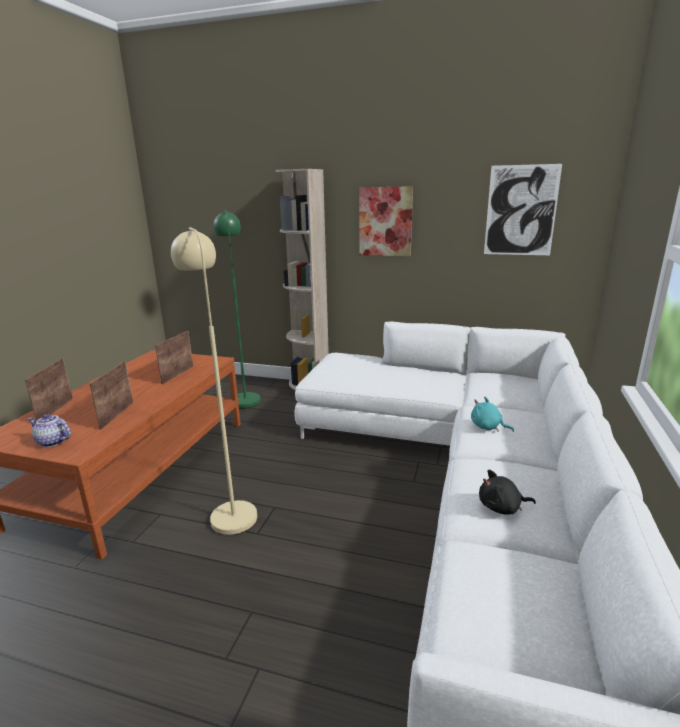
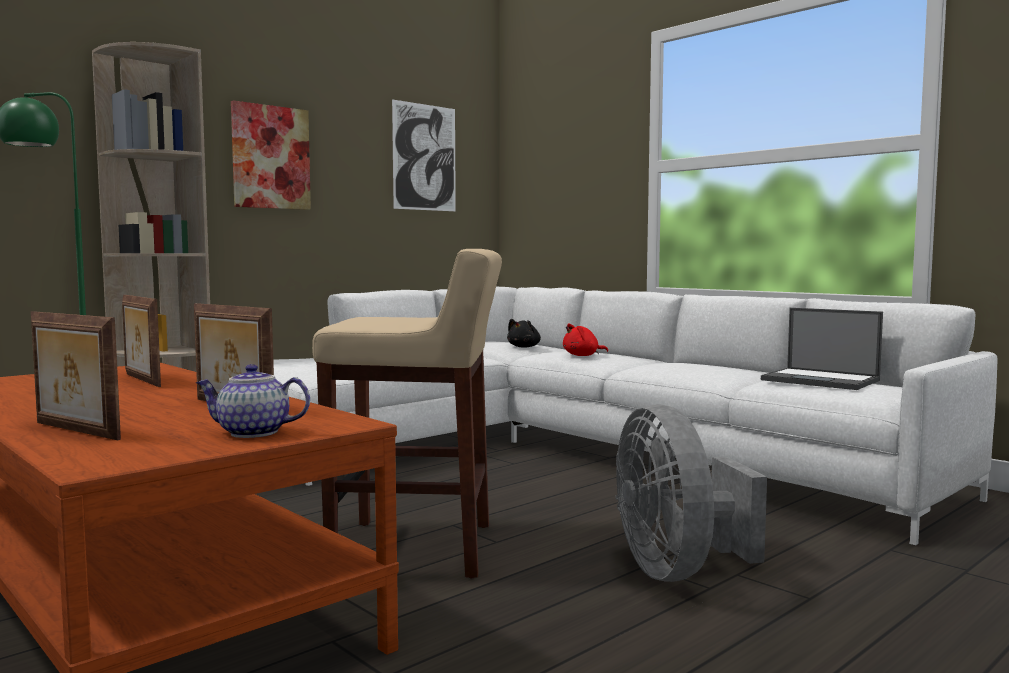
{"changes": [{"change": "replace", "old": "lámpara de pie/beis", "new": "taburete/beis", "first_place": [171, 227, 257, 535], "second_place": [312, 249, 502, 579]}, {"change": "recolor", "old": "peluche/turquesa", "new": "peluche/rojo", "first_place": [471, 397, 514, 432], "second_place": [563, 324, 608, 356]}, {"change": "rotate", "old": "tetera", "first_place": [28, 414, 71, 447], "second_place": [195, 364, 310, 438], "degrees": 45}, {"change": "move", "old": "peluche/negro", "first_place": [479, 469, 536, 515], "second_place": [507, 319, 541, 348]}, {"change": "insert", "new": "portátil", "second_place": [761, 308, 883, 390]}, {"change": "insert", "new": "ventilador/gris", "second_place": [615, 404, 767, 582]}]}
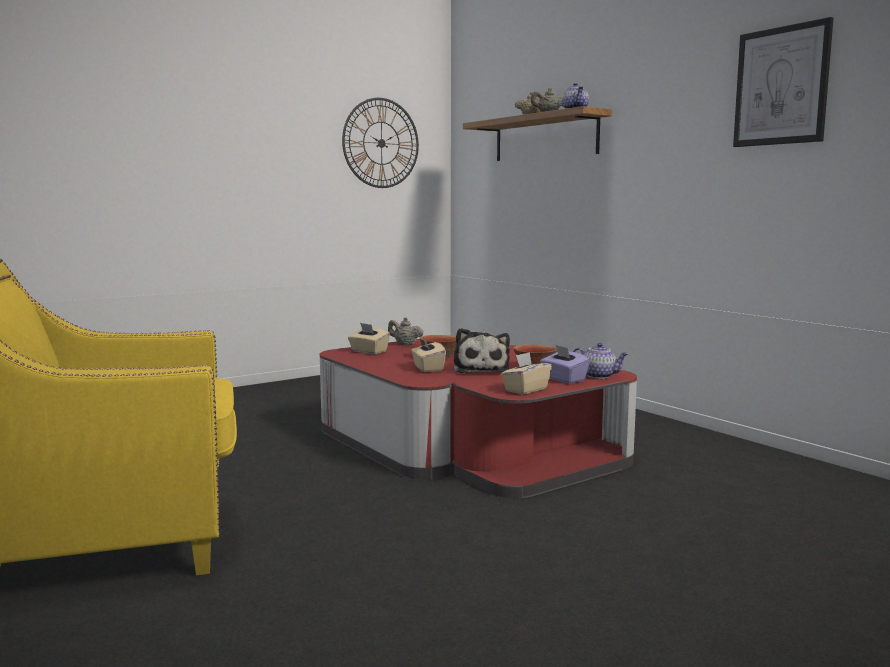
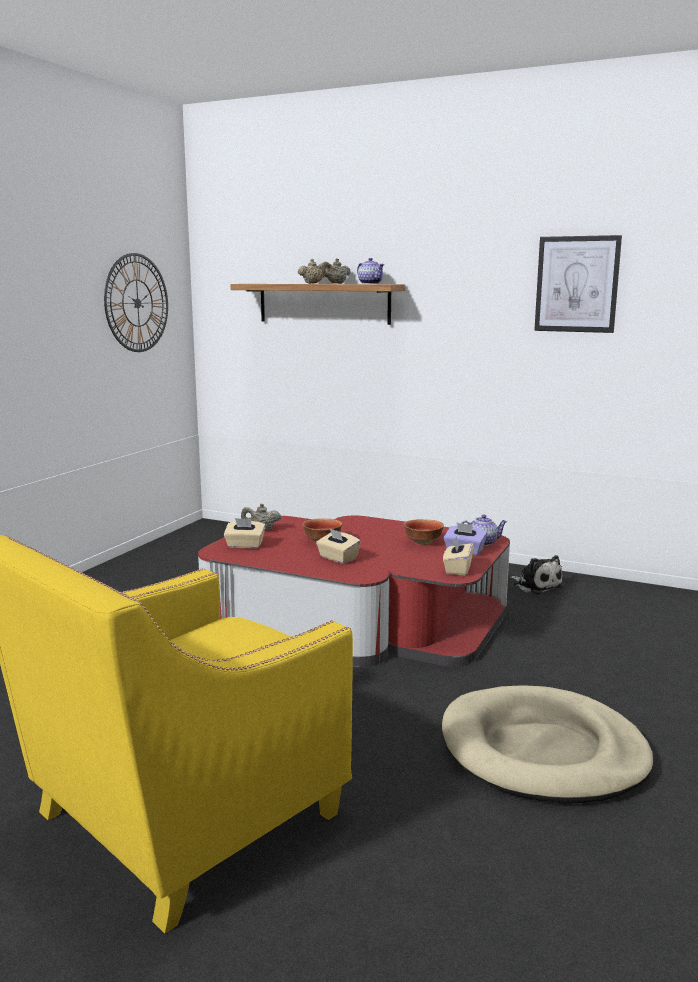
{"changes": [{"change": "move", "old": "peluche", "first_place": [454, 328, 510, 373], "second_place": [510, 555, 564, 594]}, {"change": "insert", "new": "cama para perro/beis", "second_place": [442, 685, 654, 803]}]}
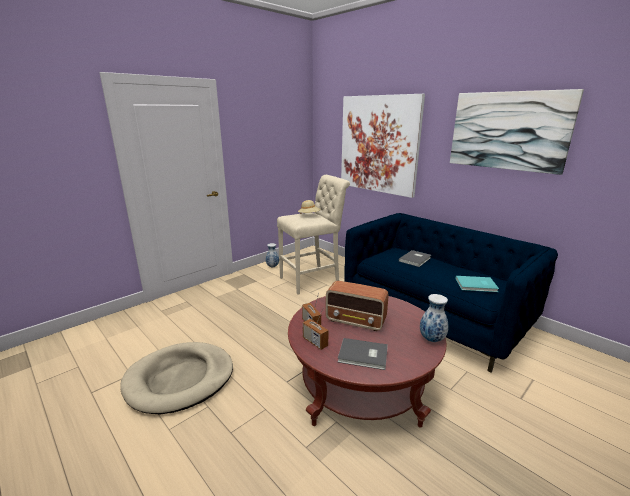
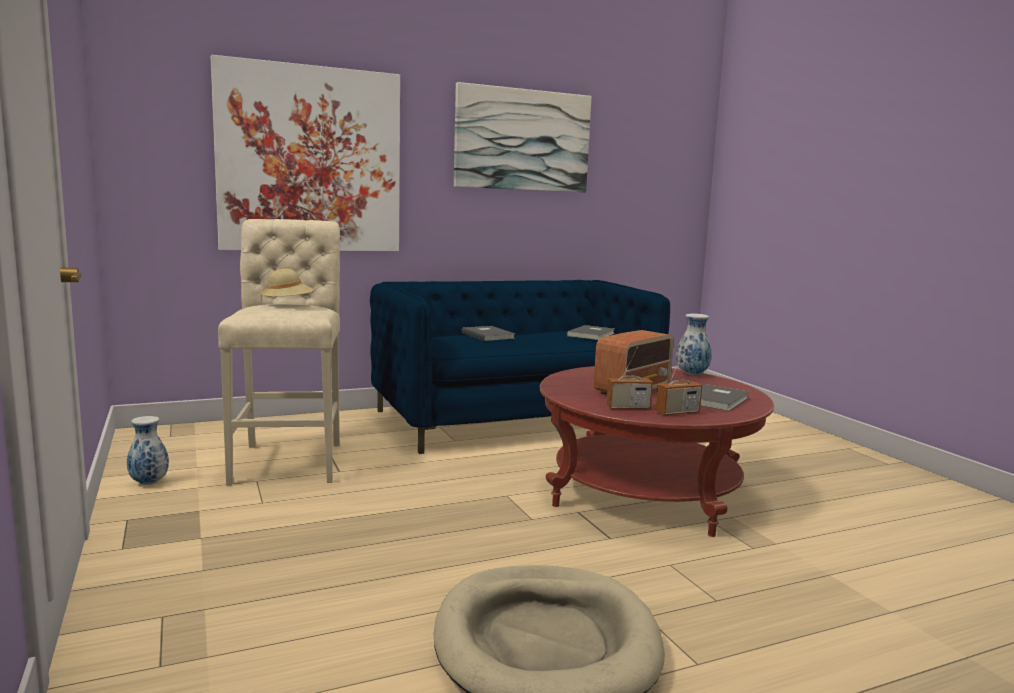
{"changes": [{"change": "recolor", "old": "libro/turquesa", "new": "libro/gris", "first_place": [456, 276, 499, 292], "second_place": [567, 325, 615, 340]}]}
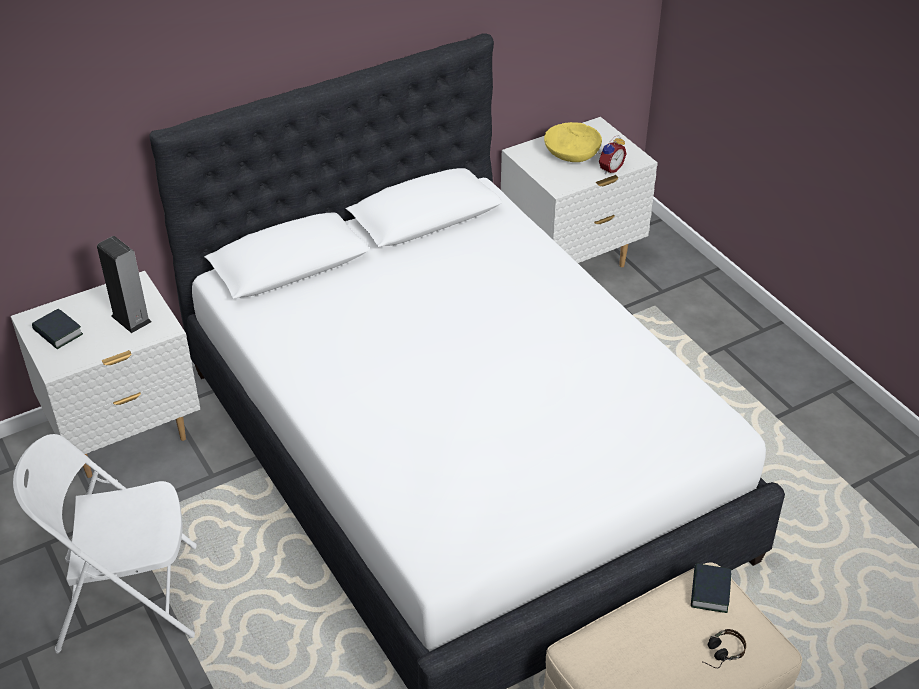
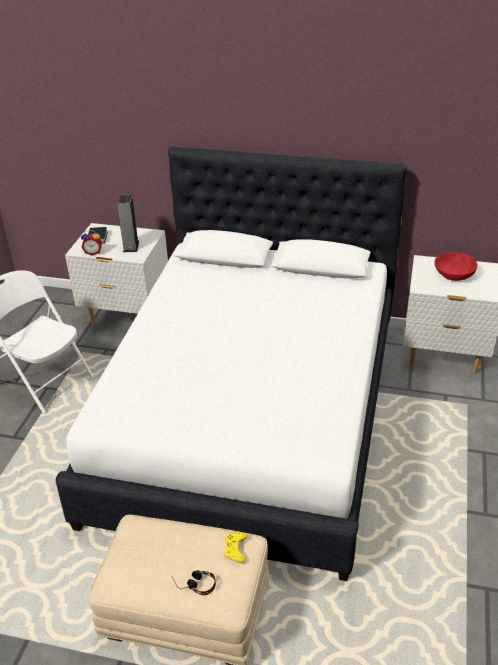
{"changes": [{"change": "recolor", "old": "cuenco/amarillo", "new": "cuenco/rojo", "first_place": [544, 122, 602, 162], "second_place": [434, 252, 478, 281]}, {"change": "move", "old": "despertador", "first_place": [599, 135, 627, 174], "second_place": [81, 230, 102, 255]}, {"change": "replace", "old": "libro", "new": "mando de consola/amarillo", "first_place": [691, 563, 731, 613], "second_place": [224, 532, 247, 563]}]}
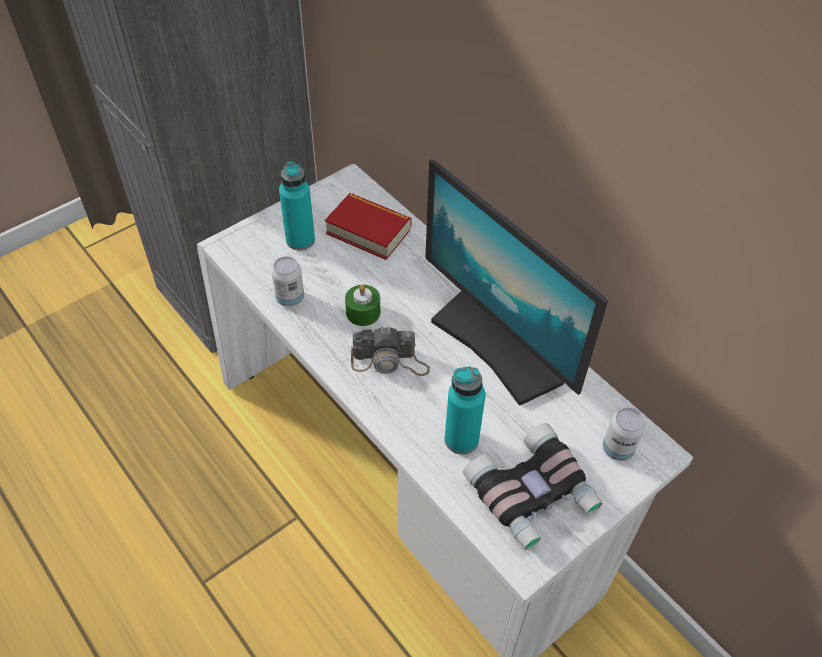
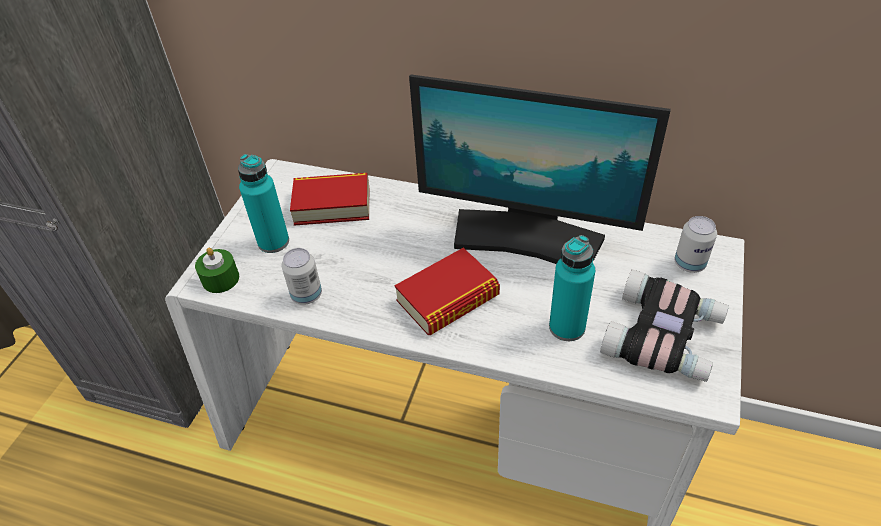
{"changes": [{"change": "move", "old": "vela/verde", "first_place": [345, 285, 380, 326], "second_place": [195, 248, 239, 293]}, {"change": "replace", "old": "cámara", "new": "libro", "first_place": [351, 326, 430, 376], "second_place": [394, 248, 500, 335]}]}
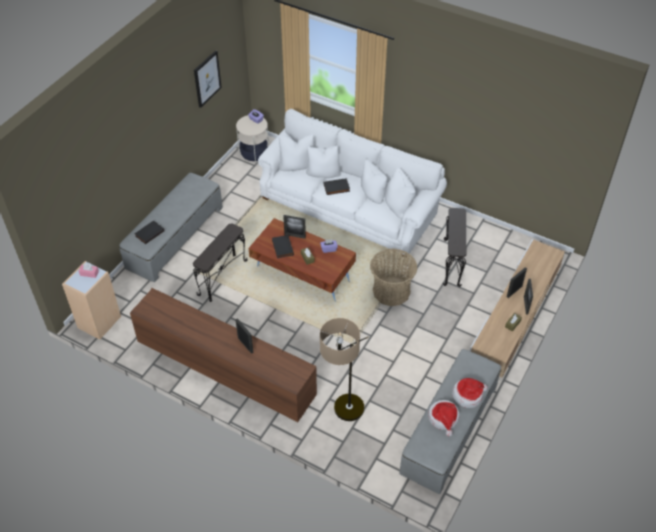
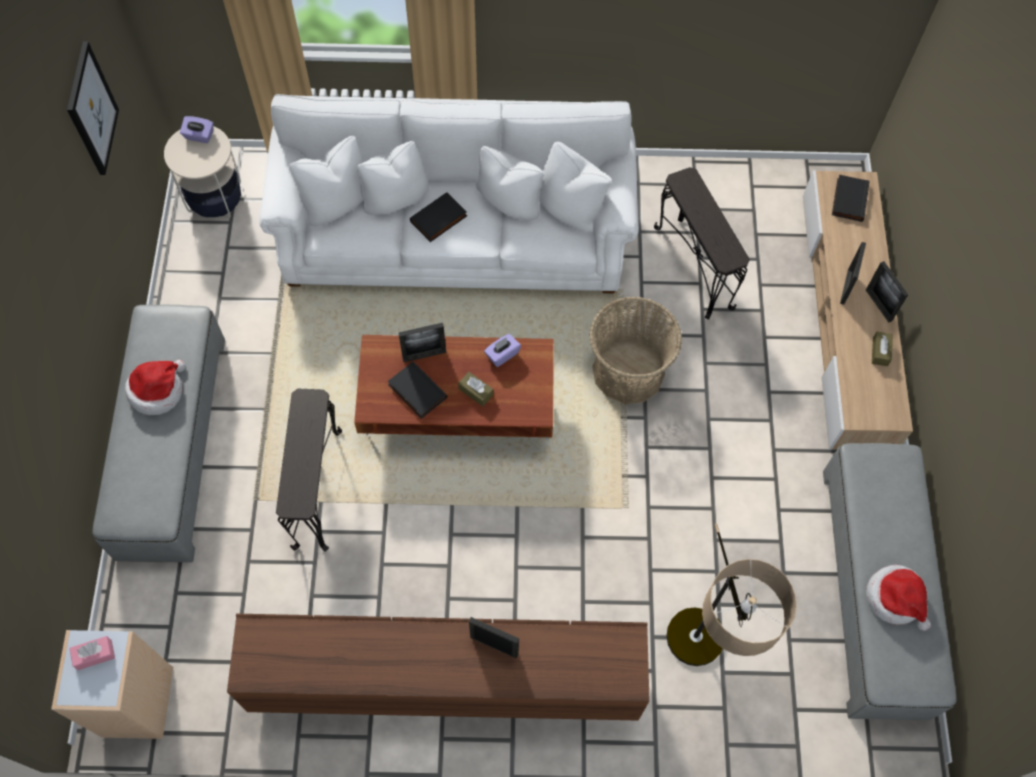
{"changes": [{"change": "move", "old": "libro/negro", "first_place": [134, 220, 165, 244], "second_place": [832, 175, 869, 222]}, {"change": "move", "old": "sombrero", "first_place": [452, 378, 488, 408], "second_place": [125, 360, 186, 415]}]}
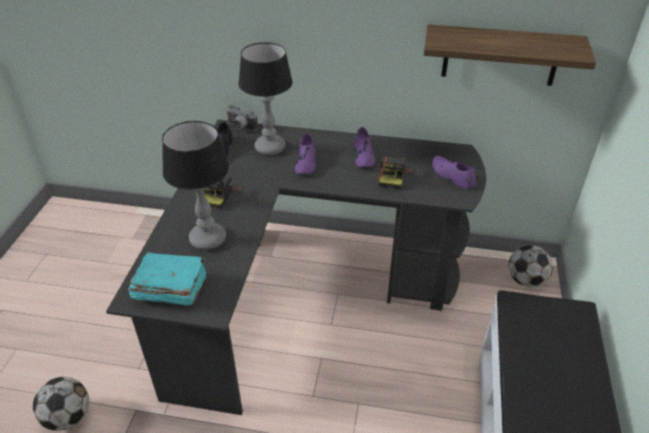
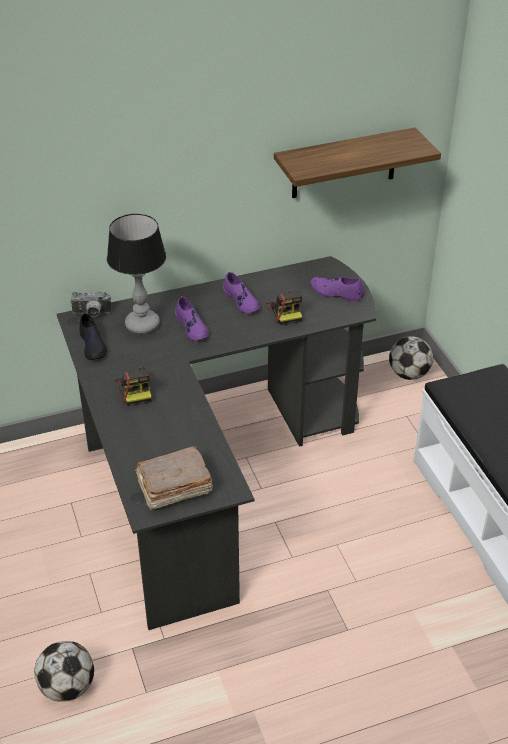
{"changes": [{"change": "delete", "old": "lámpara de mesa", "first_place": [162, 121, 229, 250]}, {"change": "recolor", "old": "libro/turquesa", "new": "libro/marrón", "first_place": [128, 252, 206, 306], "second_place": [135, 446, 213, 510]}]}
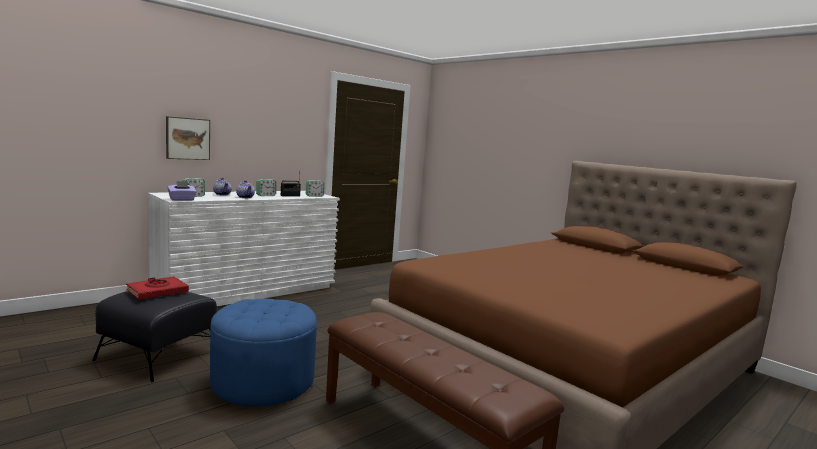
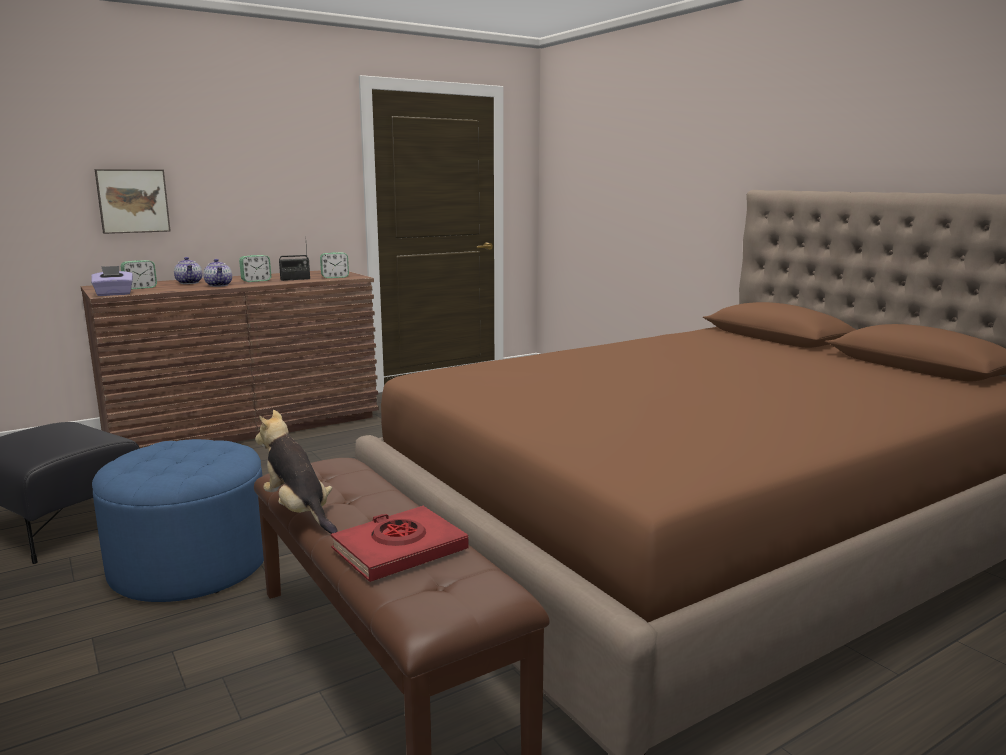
{"changes": [{"change": "recolor", "old": "cómoda/blanco", "new": "cómoda/marrón", "first_place": [148, 191, 340, 306], "second_place": [81, 270, 379, 448]}, {"change": "move", "old": "libro/rojo", "first_place": [126, 276, 189, 300], "second_place": [331, 506, 468, 582]}, {"change": "insert", "new": "peluche", "second_place": [255, 410, 337, 534]}]}
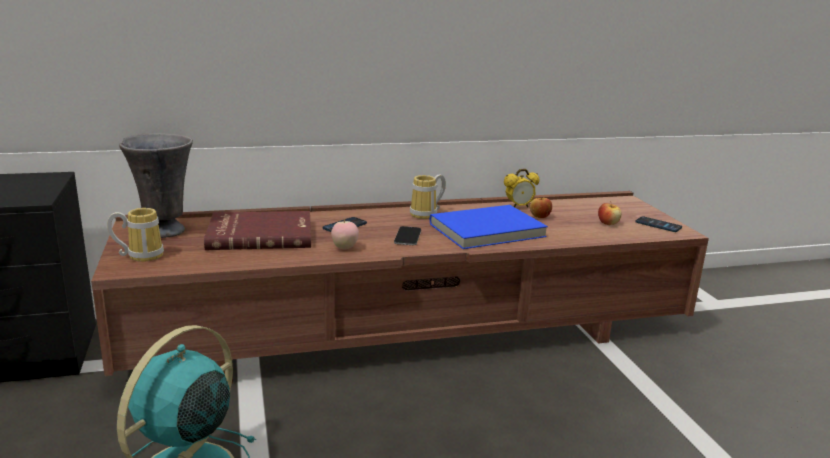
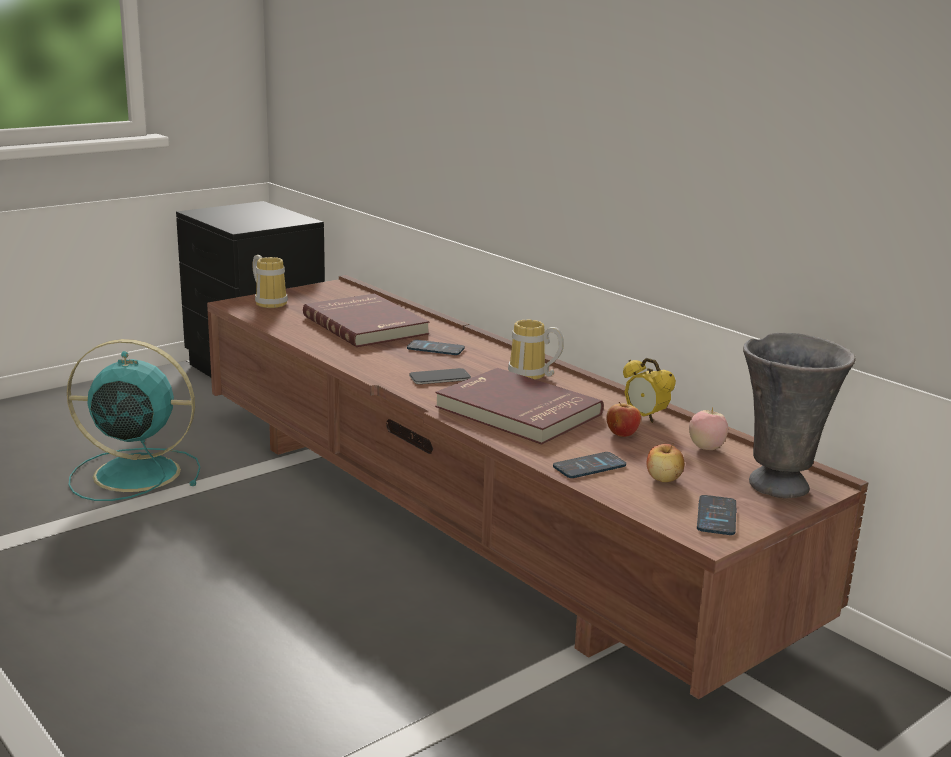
{"changes": [{"change": "move", "old": "florero/gris", "first_place": [119, 133, 193, 238], "second_place": [743, 333, 855, 498]}, {"change": "recolor", "old": "libro/azul", "new": "libro/rojo", "first_place": [430, 205, 548, 249], "second_place": [435, 368, 603, 445]}, {"change": "move", "old": "manzana", "first_place": [331, 219, 359, 249], "second_place": [689, 407, 728, 450]}, {"change": "insert", "new": "móvil", "second_place": [553, 452, 626, 478]}]}
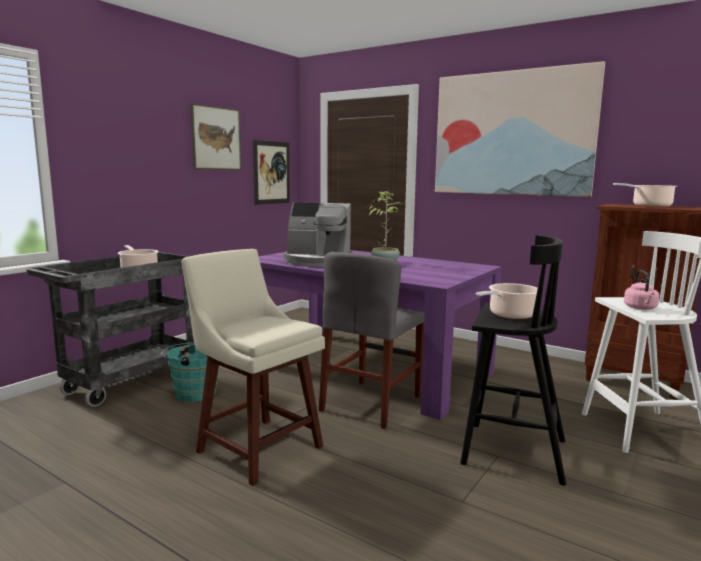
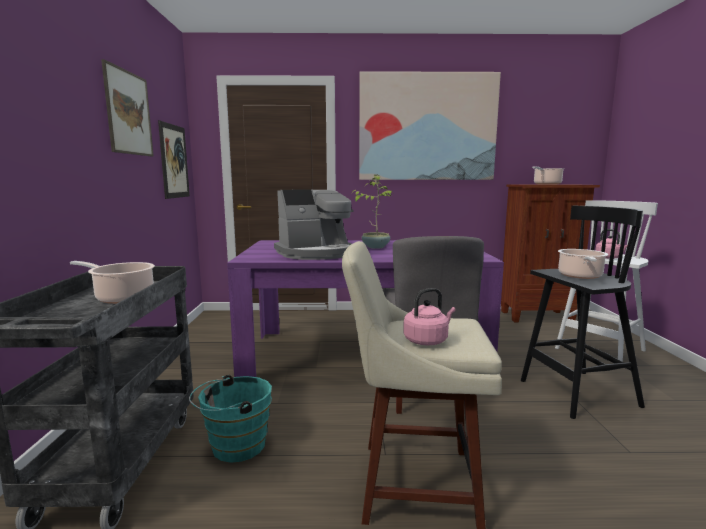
{"changes": [{"change": "insert", "new": "hervidor/rosa", "second_place": [403, 288, 456, 345]}]}
